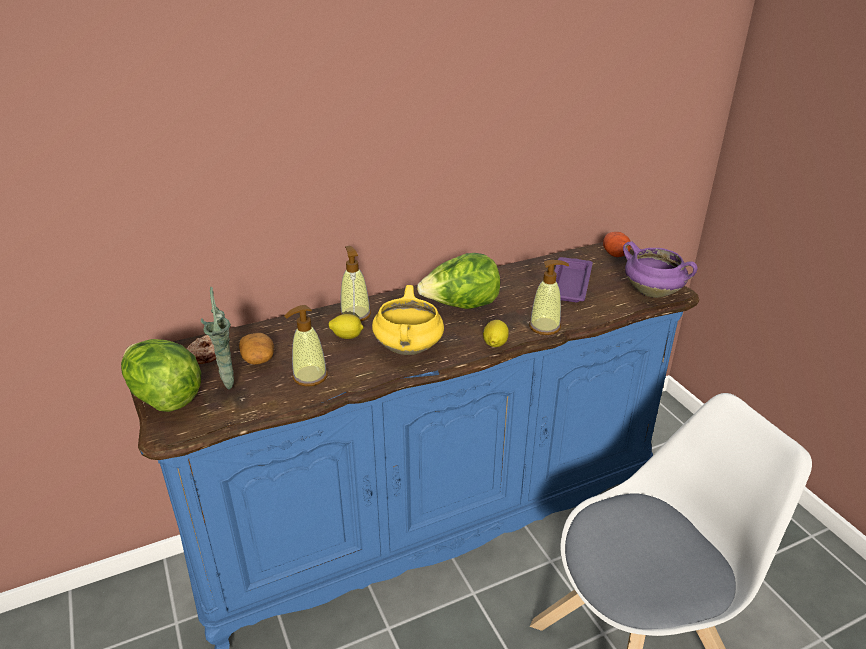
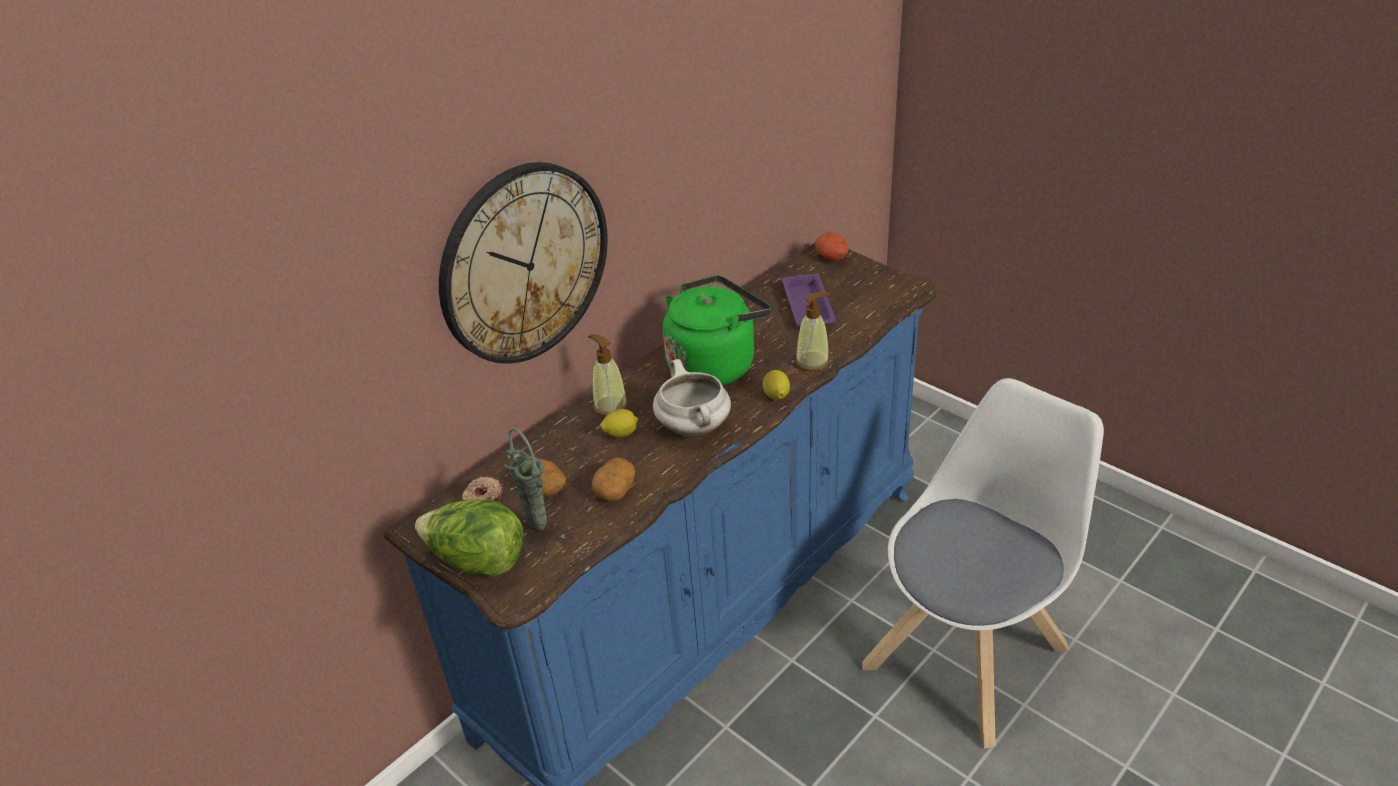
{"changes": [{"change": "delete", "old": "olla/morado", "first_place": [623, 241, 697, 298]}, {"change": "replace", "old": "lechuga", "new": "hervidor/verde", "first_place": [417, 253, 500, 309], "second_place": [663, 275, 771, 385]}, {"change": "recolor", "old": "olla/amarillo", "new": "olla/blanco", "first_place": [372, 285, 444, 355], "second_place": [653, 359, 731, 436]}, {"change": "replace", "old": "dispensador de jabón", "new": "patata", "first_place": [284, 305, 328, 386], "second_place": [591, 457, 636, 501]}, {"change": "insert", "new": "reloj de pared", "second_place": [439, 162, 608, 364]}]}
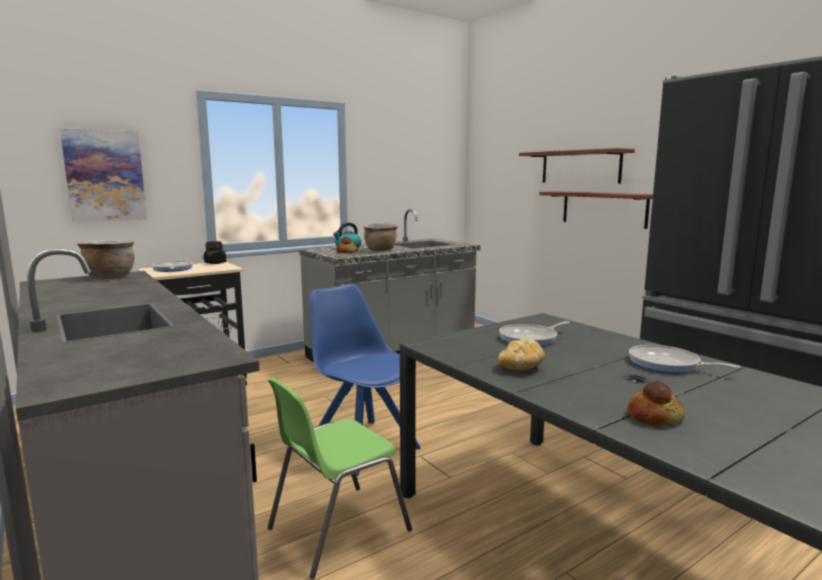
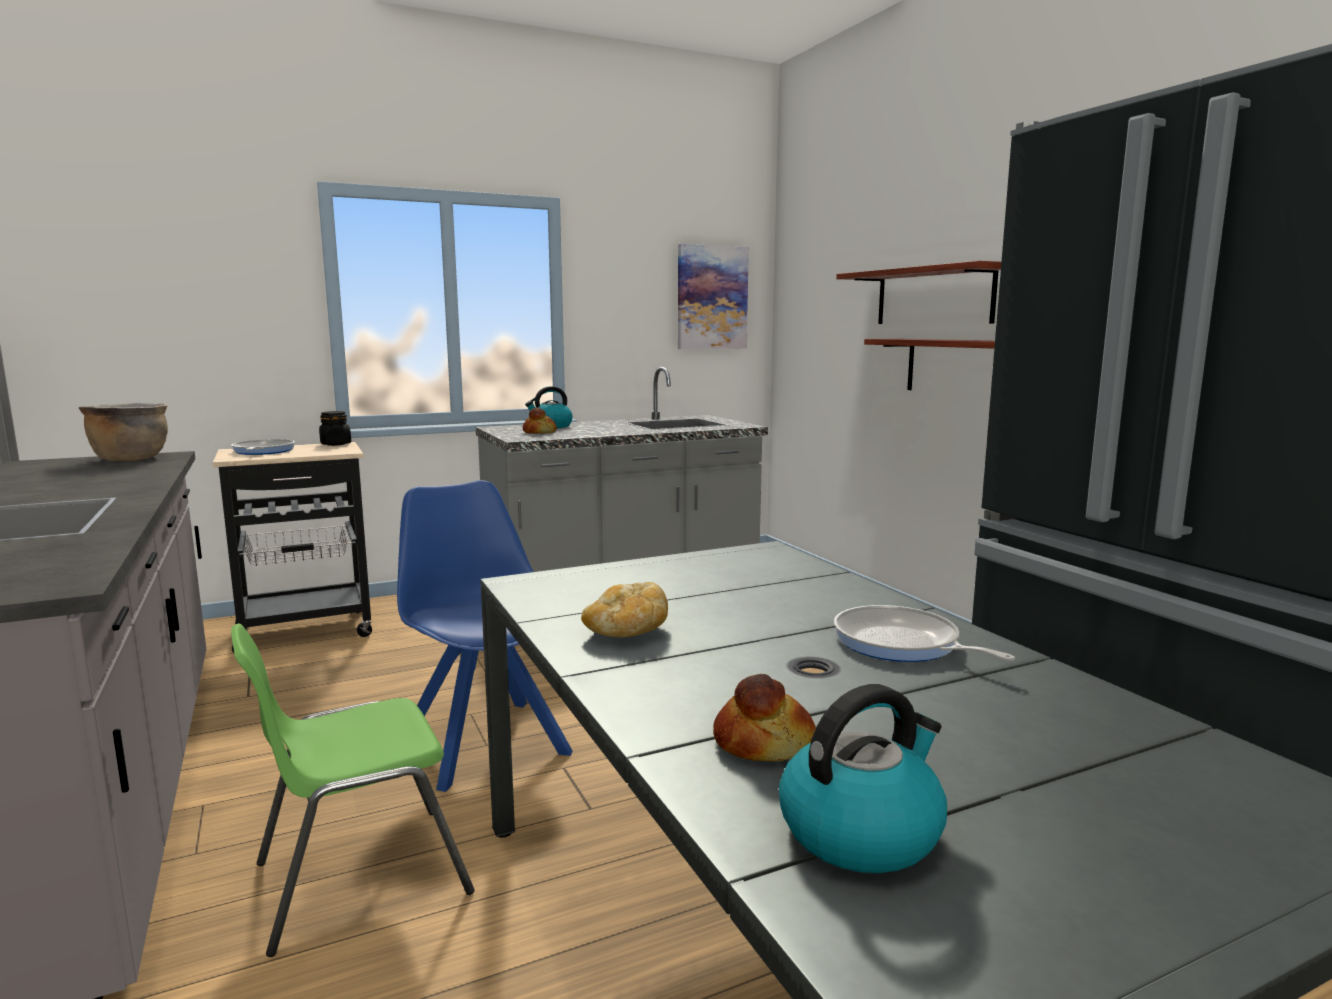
{"changes": [{"change": "move", "old": "cuadro", "first_place": [60, 128, 147, 222], "second_place": [678, 244, 749, 349]}, {"change": "delete", "old": "olla/marrón", "first_place": [363, 223, 398, 251]}, {"change": "delete", "old": "sartén", "first_place": [499, 321, 570, 346]}, {"change": "insert", "new": "hervidor", "second_place": [779, 684, 947, 873]}]}
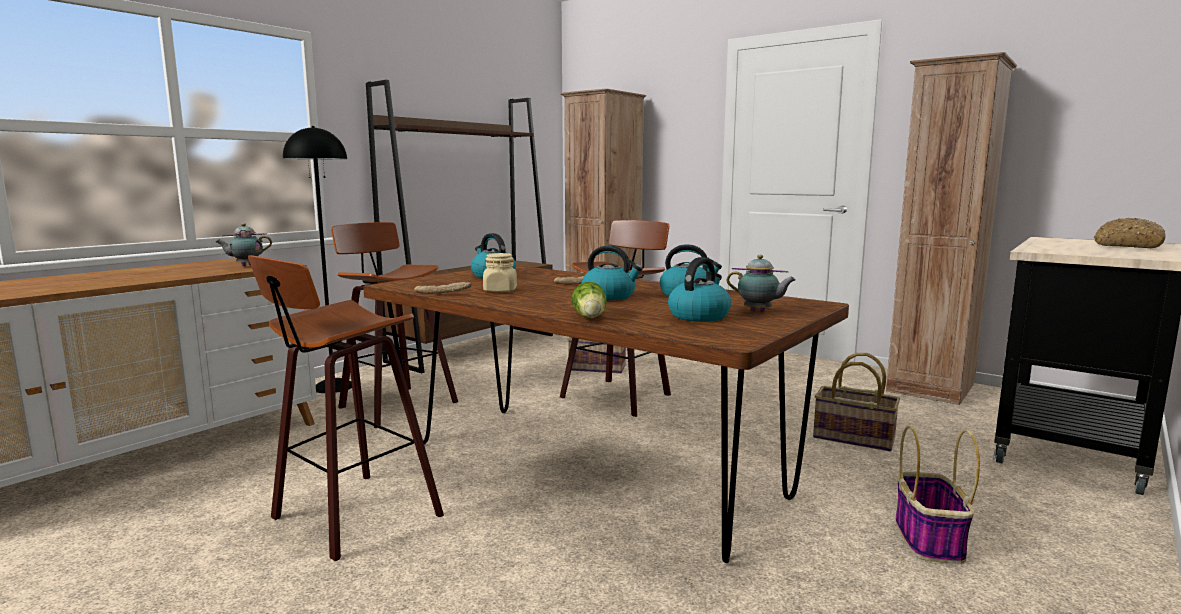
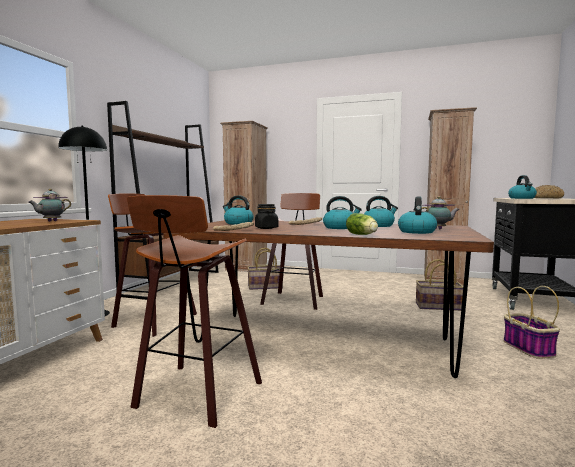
{"changes": [{"change": "recolor", "old": "tarro/beis", "new": "tarro/negro", "first_place": [483, 253, 517, 293], "second_place": [255, 204, 278, 229]}, {"change": "insert", "new": "hervidor", "second_place": [508, 175, 537, 199]}]}
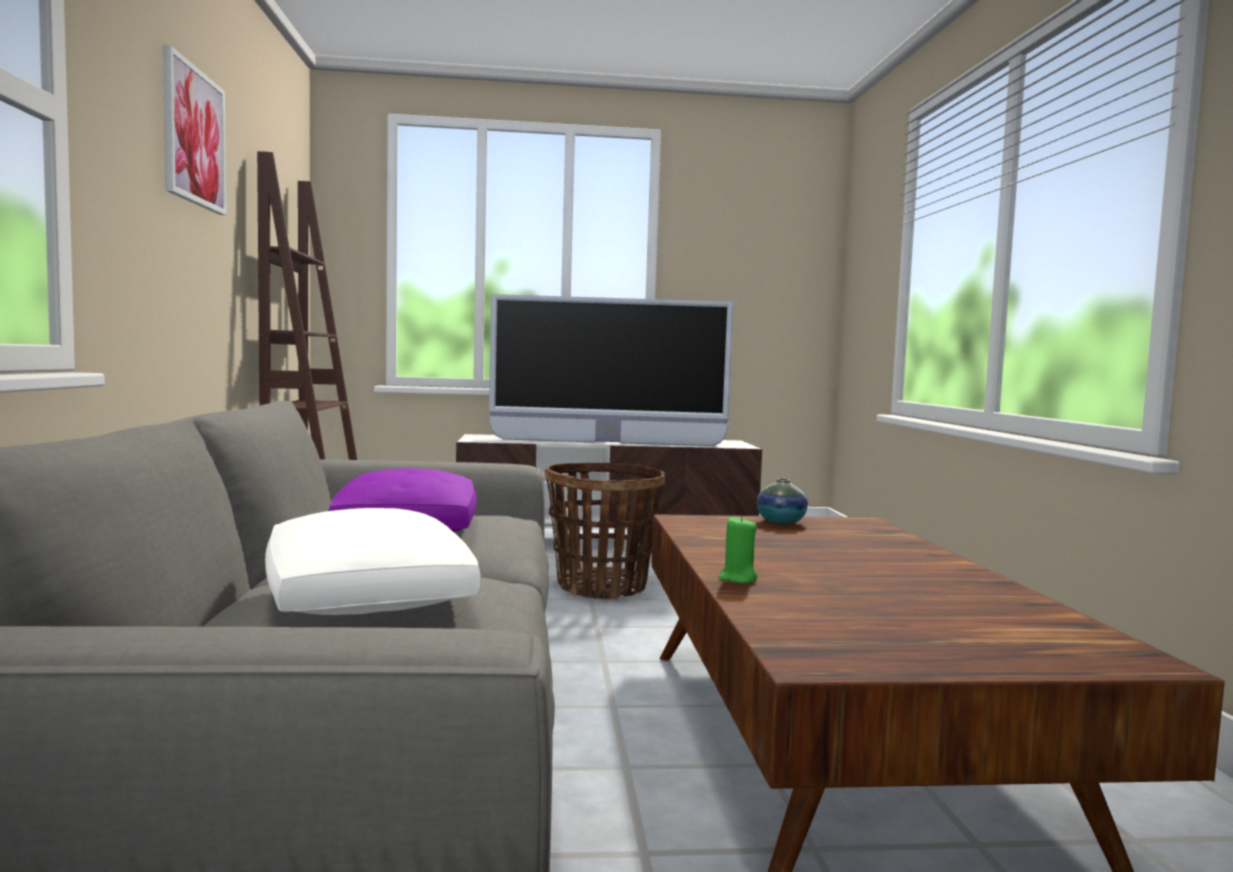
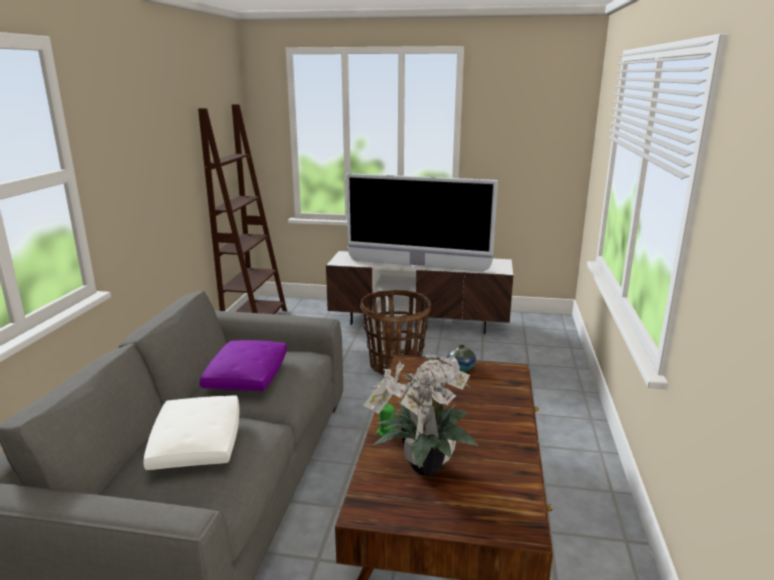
{"changes": [{"change": "delete", "old": "cuadro", "first_place": [163, 45, 226, 215]}, {"change": "insert", "new": "planta en maceta", "second_place": [363, 355, 479, 476]}]}
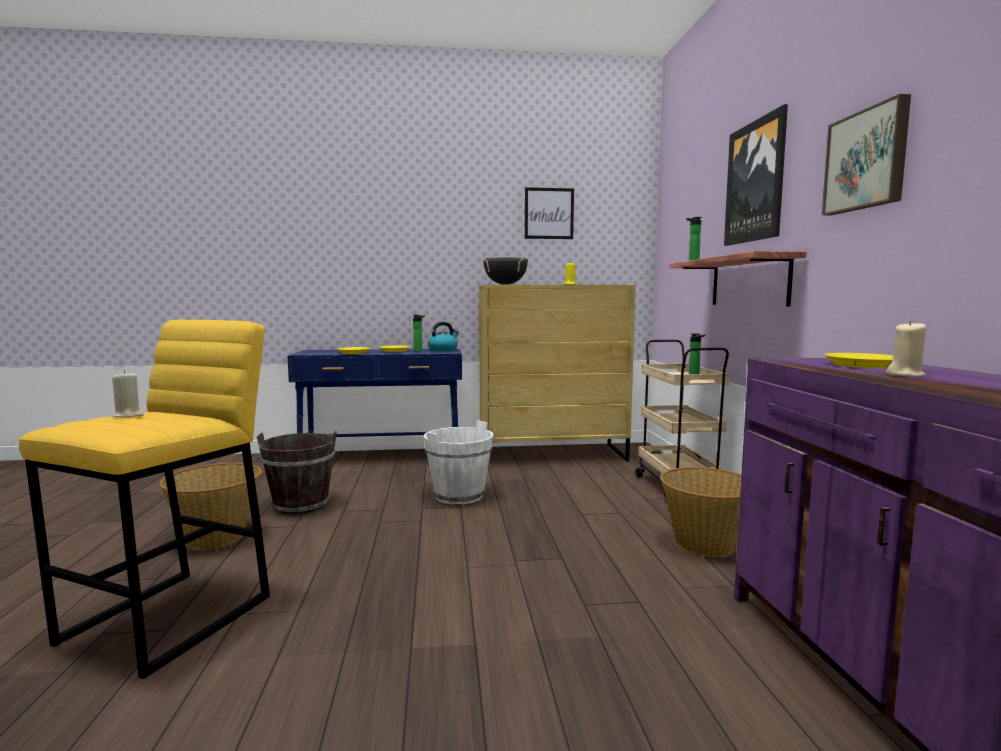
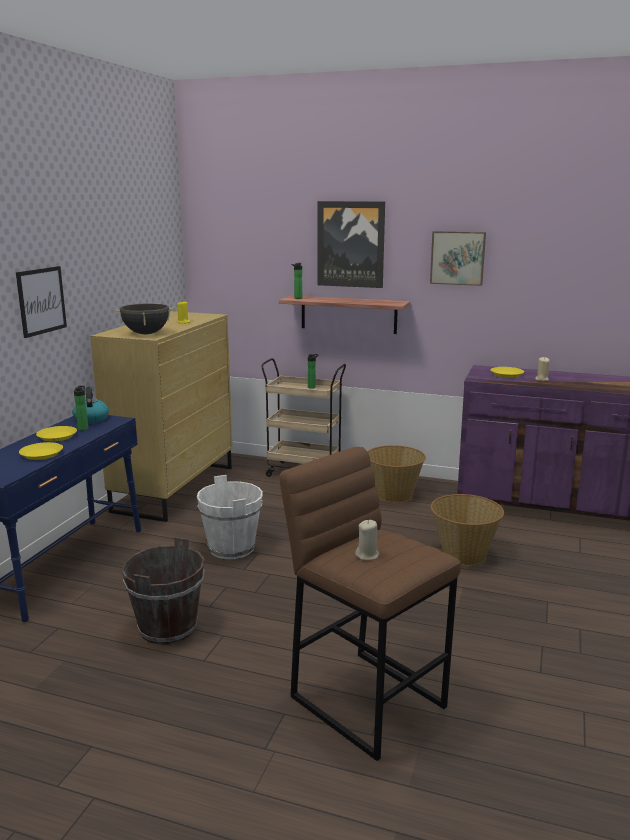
{"changes": [{"change": "move", "old": "cuadro", "first_place": [525, 187, 574, 239], "second_place": [16, 266, 67, 338]}, {"change": "recolor", "old": "taburete/amarillo", "new": "taburete/marrón", "first_place": [19, 320, 270, 679], "second_place": [280, 447, 461, 761]}, {"change": "move", "old": "cesta", "first_place": [159, 463, 262, 550], "second_place": [430, 494, 504, 566]}]}
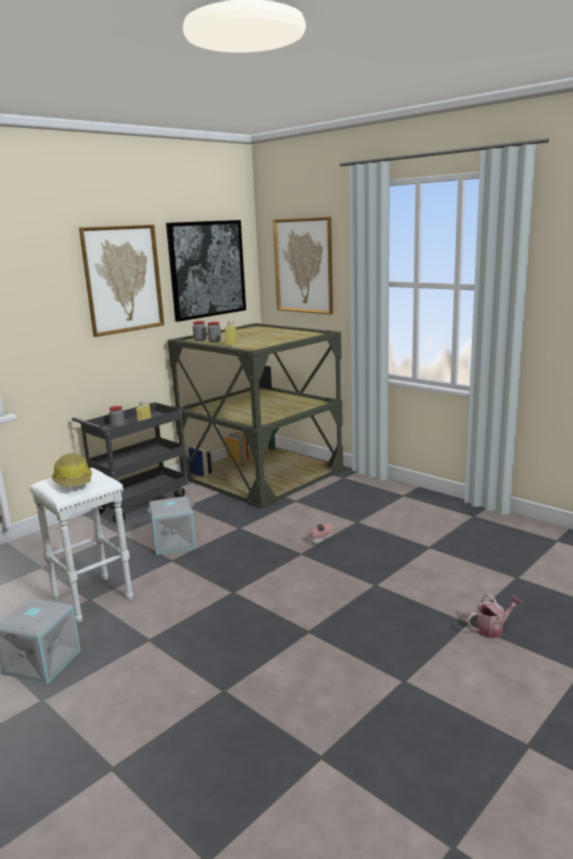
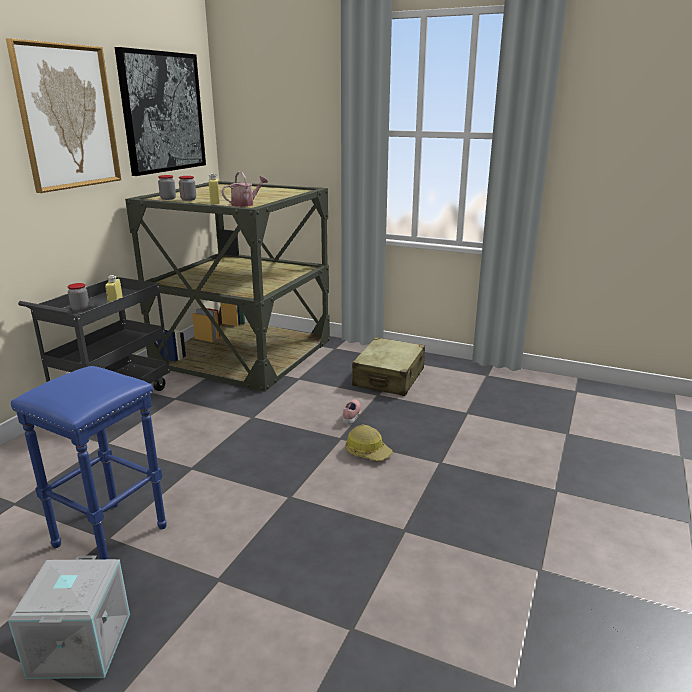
{"changes": [{"change": "delete", "old": "cuadro", "first_place": [273, 217, 333, 314]}, {"change": "move", "old": "casco", "first_place": [51, 453, 92, 487], "second_place": [345, 424, 393, 461]}, {"change": "recolor", "old": "taburete/blanco", "new": "taburete/azul", "first_place": [30, 468, 133, 623], "second_place": [11, 366, 167, 559]}, {"change": "delete", "old": "caja de almacenaje/gris", "first_place": [148, 496, 196, 555]}, {"change": "move", "old": "regadera", "first_place": [467, 594, 523, 638], "second_place": [221, 172, 268, 207]}, {"change": "insert", "new": "maleta/beis", "second_place": [352, 337, 425, 396]}]}
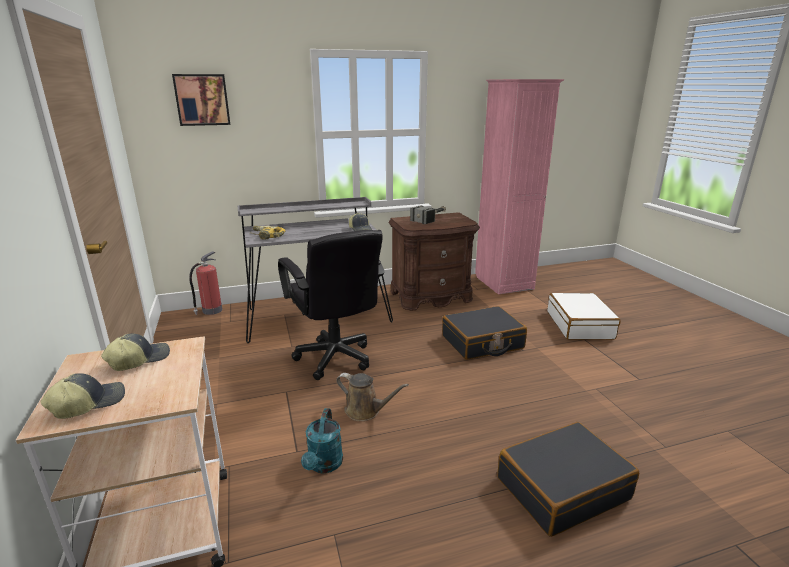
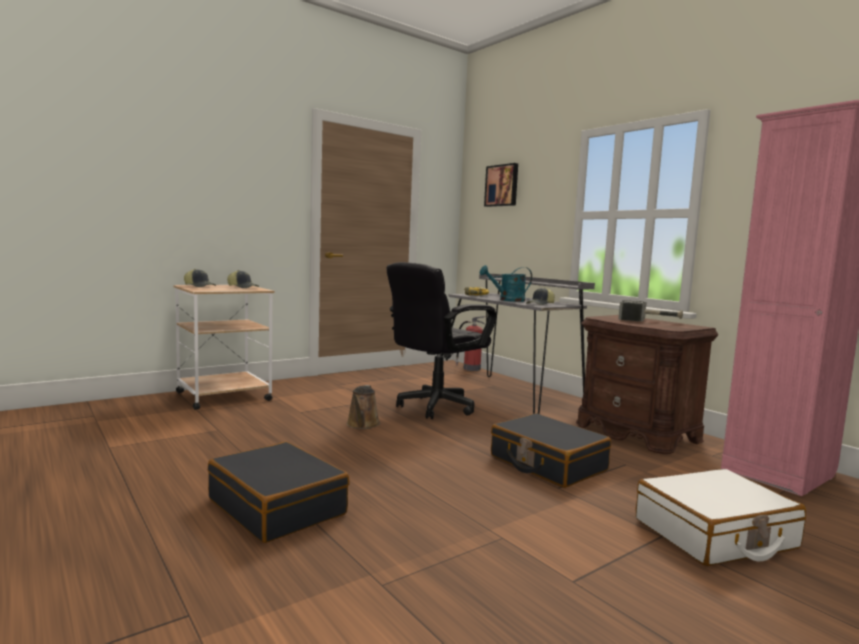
{"changes": [{"change": "move", "old": "regadera/turquesa", "first_place": [301, 408, 343, 473], "second_place": [480, 265, 532, 302]}]}
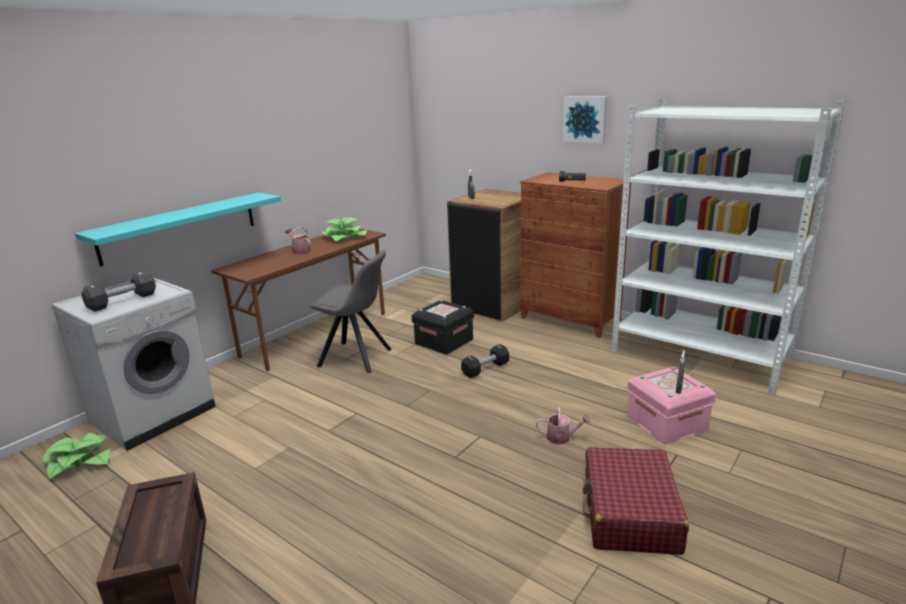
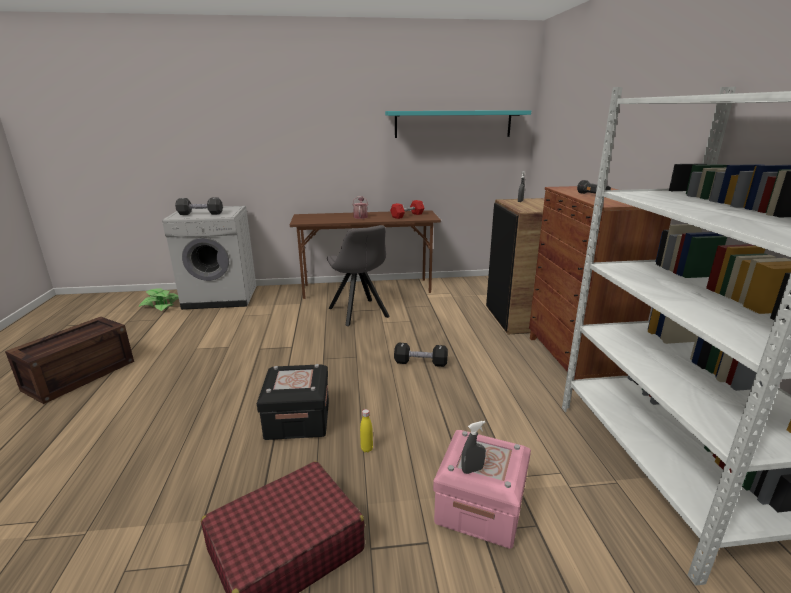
{"changes": [{"change": "delete", "old": "cuadro", "first_place": [563, 96, 607, 144]}, {"change": "move", "old": "estante/turquesa", "first_place": [75, 193, 281, 266], "second_place": [385, 110, 531, 138]}, {"change": "replace", "old": "planta en maceta", "new": "mancuerna/rojo", "first_place": [322, 217, 367, 241], "second_place": [390, 200, 424, 219]}, {"change": "move", "old": "caja de almacenaje/negro", "first_place": [412, 300, 474, 355], "second_place": [257, 364, 329, 440]}, {"change": "replace", "old": "regadera", "new": "botella/amarillo", "first_place": [536, 407, 591, 445], "second_place": [360, 409, 373, 452]}]}
